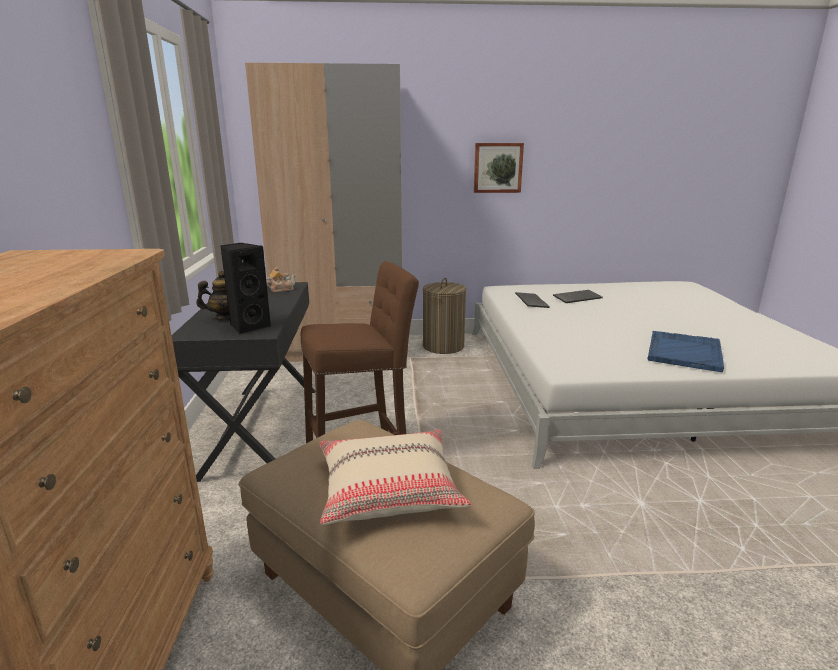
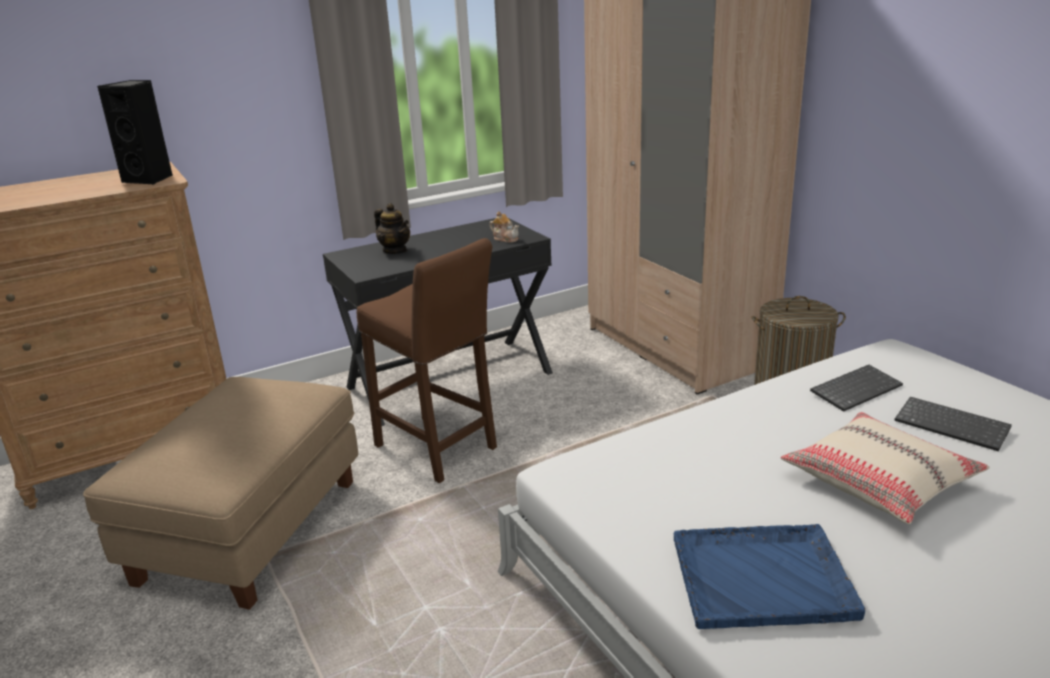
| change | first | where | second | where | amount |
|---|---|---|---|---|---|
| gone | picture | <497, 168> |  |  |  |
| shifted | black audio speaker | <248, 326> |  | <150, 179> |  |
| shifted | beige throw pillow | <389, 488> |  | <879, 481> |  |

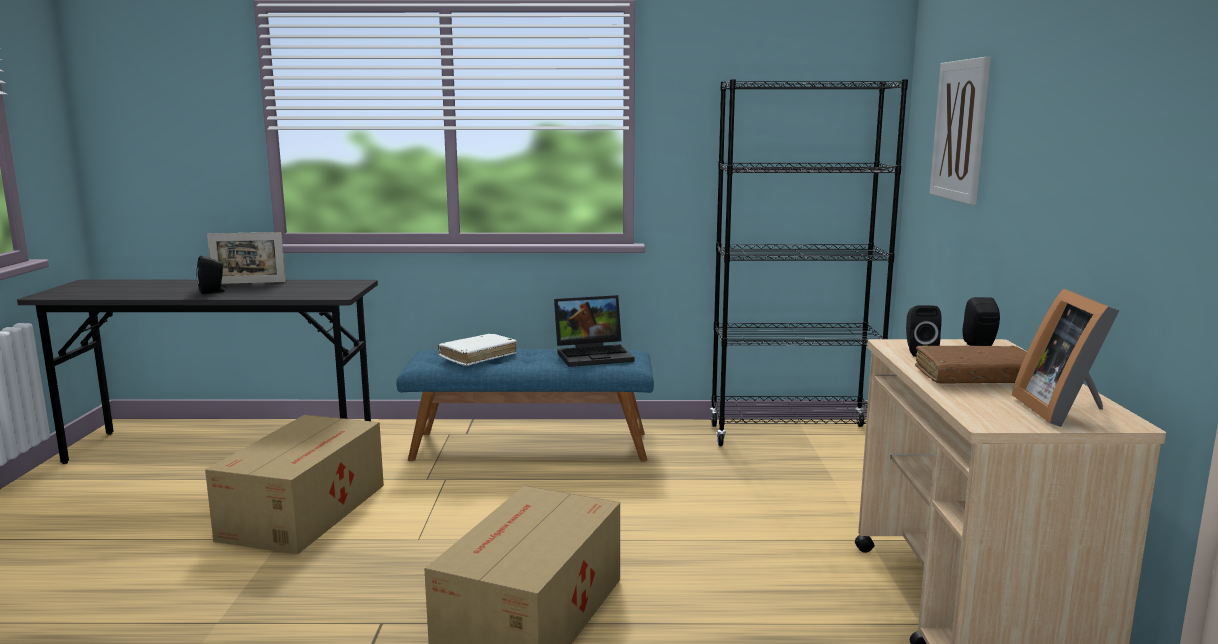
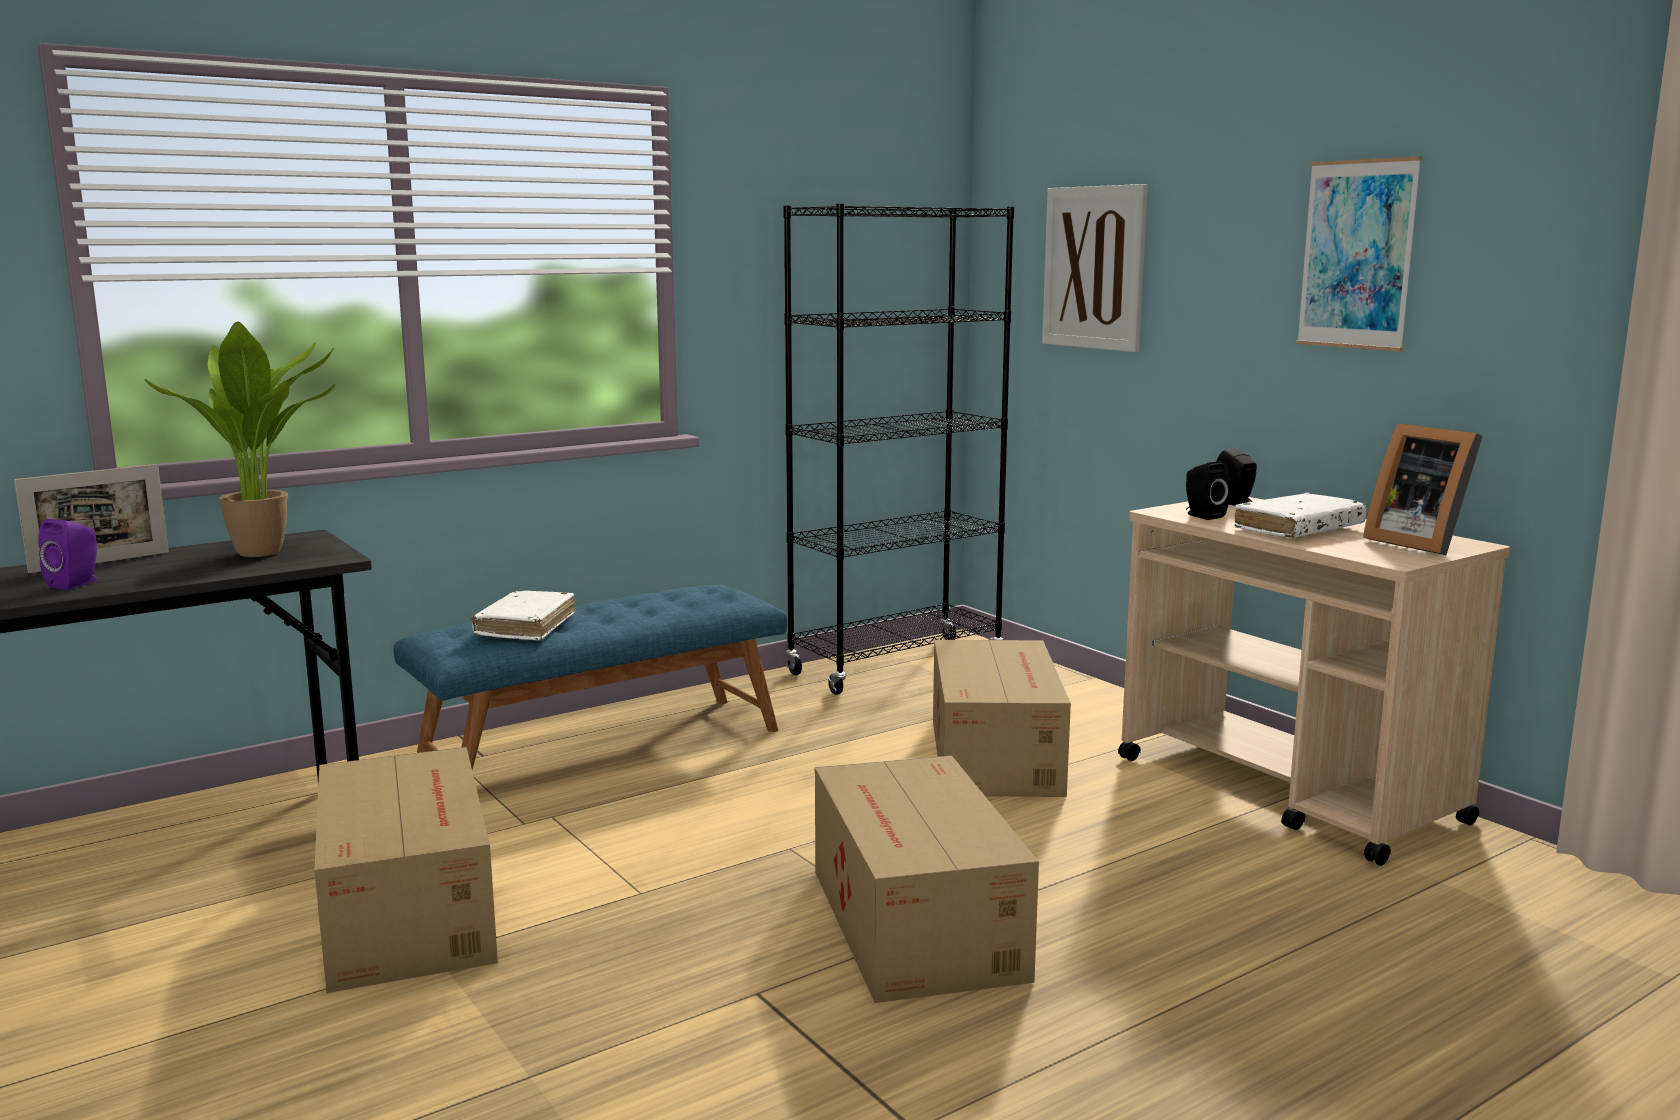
| change | first | where | second | where | amount |
|---|---|---|---|---|---|
| gone | notebook computer | <595, 355> |  |  |  |
| new |  |  | plant in a pot | <268, 553> |  |
| new |  |  | packing box | <996, 755> |  |
| new |  |  | picture | <1357, 255> |  |
| repainted | black audio speaker | <213, 292> | purple-coloured audio speaker | <77, 583> |  |
| repainted | brown-coloured volume | <976, 377> | white volume | <1298, 529> |  |

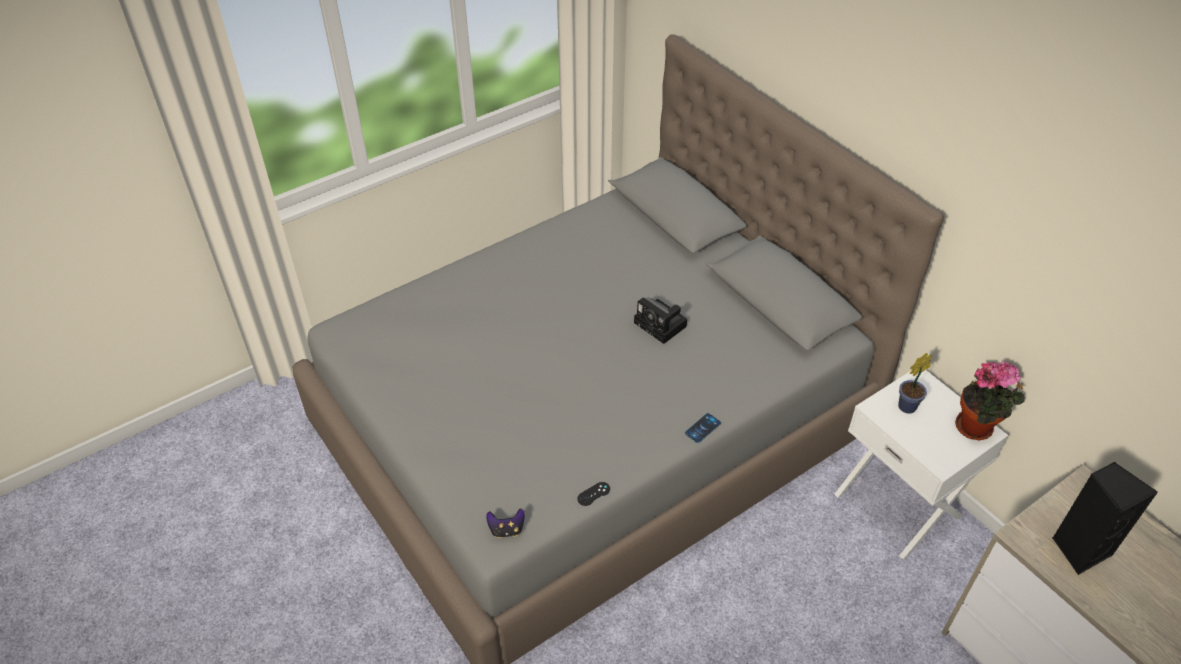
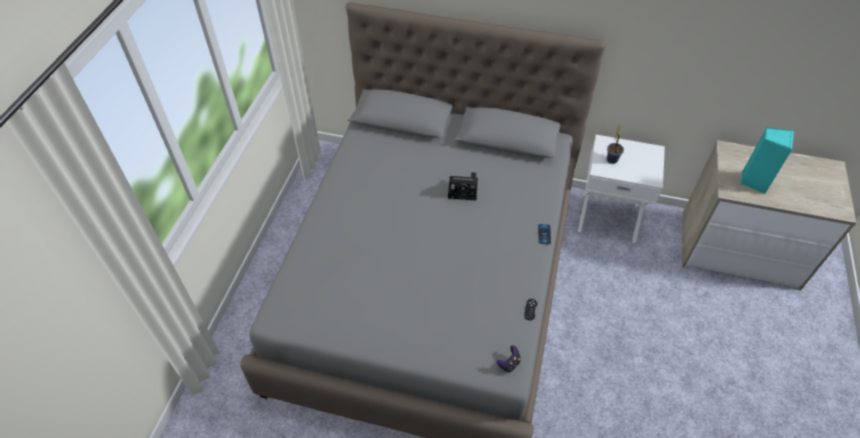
| change | first | where | second | where | amount |
|---|---|---|---|---|---|
| gone | plant in a pot | <977, 428> |  |  |  |
| repainted | black audio speaker | <1079, 549> | turquoise audio speaker | <753, 181> |  |

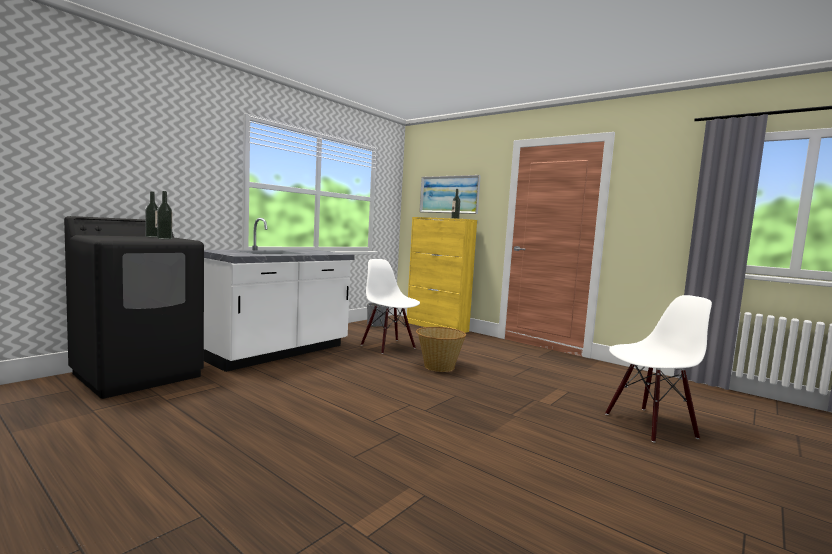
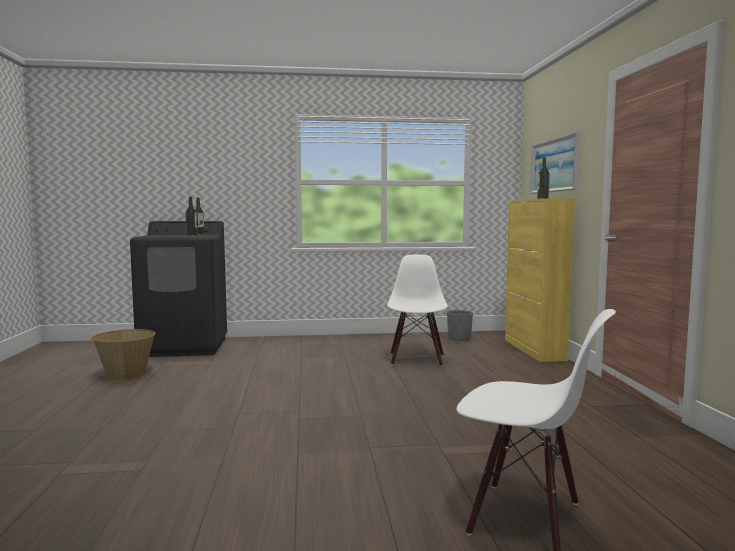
| change | first | where | second | where | amount |
|---|---|---|---|---|---|
| gone | white kitchen counter | <277, 352> |  |  |  |
| shifted | basket | <438, 367> |  | <126, 375> |  |

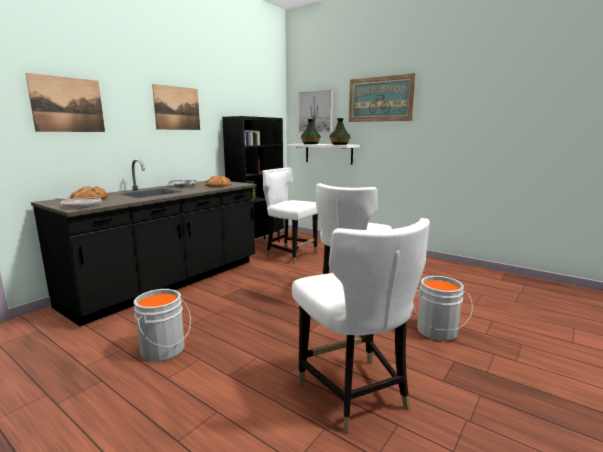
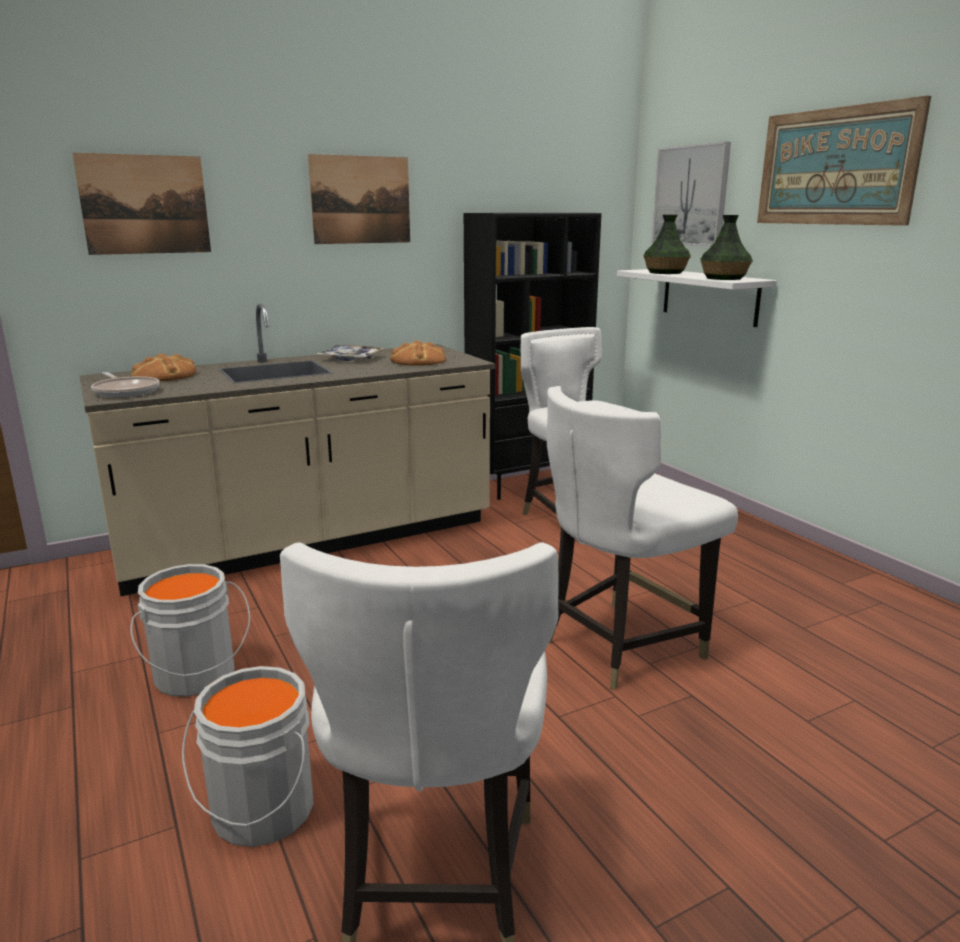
| change | first | where | second | where | amount |
|---|---|---|---|---|---|
| shifted | greyish water bucket | <437, 332> |  | <259, 812> |  |
| repainted | black kitchen counter | <169, 282> | beige kitchen counter | <308, 540> |  |

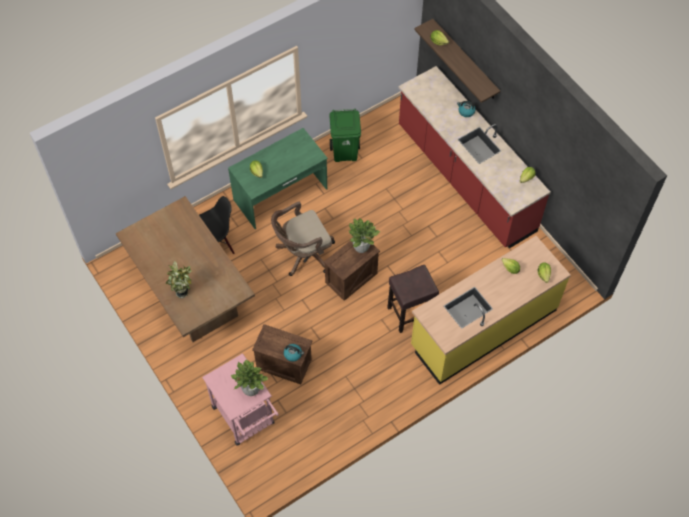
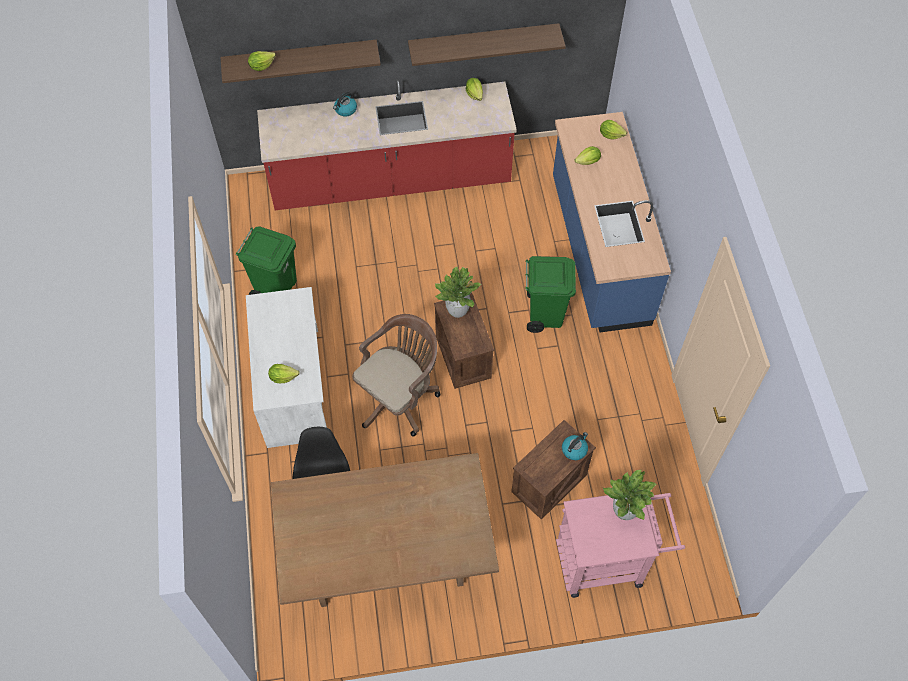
| change | first | where | second | where | amount |
|---|---|---|---|---|---|
| gone | plant in a pot | <183, 292> |  |  |  |
| new |  |  | wall shelf | <483, 41> |  |
| swapped | brown-coloured stool seat | <411, 313> | green-coloured rubbish bin | <544, 314> |  |
| repainted | green-coloured desk unit | <281, 195> | white desk unit | <294, 387> |  |
| repainted | yellow kitchen counter | <483, 327> | blue kitchen counter | <598, 250> |  |
| rotated | brown-coloured office chair | <303, 254> |  | <399, 397> | 135 degrees counterclockwise |

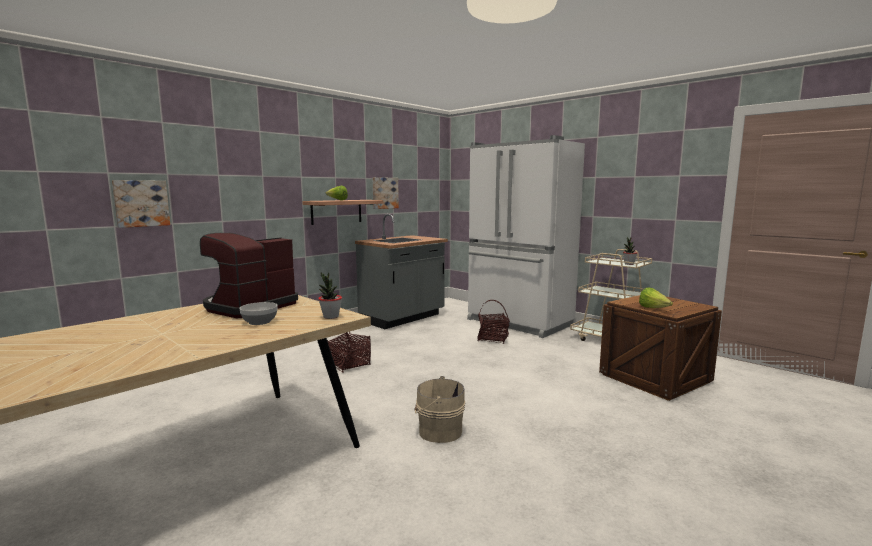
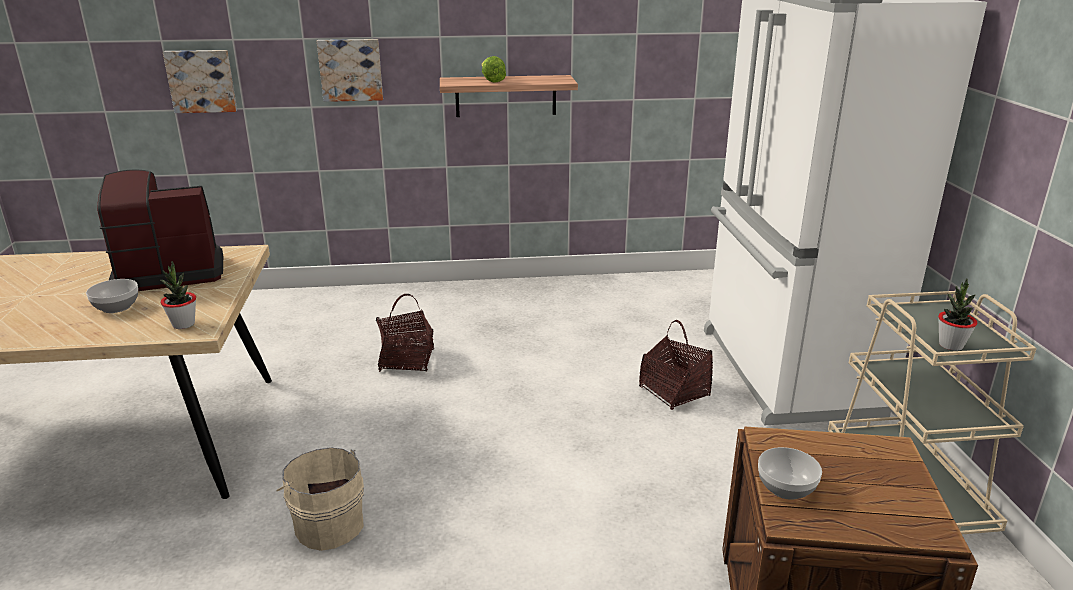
| change | first | where | second | where | amount |
|---|---|---|---|---|---|
| gone | greyish kitchen counter | <403, 318> |  |  |  |
| shifted | picture | <384, 193> |  | <351, 69> |  |
| swapped | lettuce | <653, 309> | deep dish | <786, 487> |  |

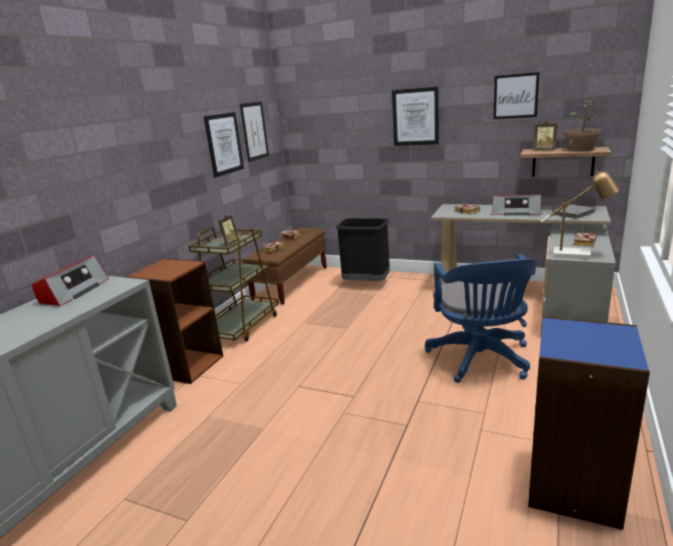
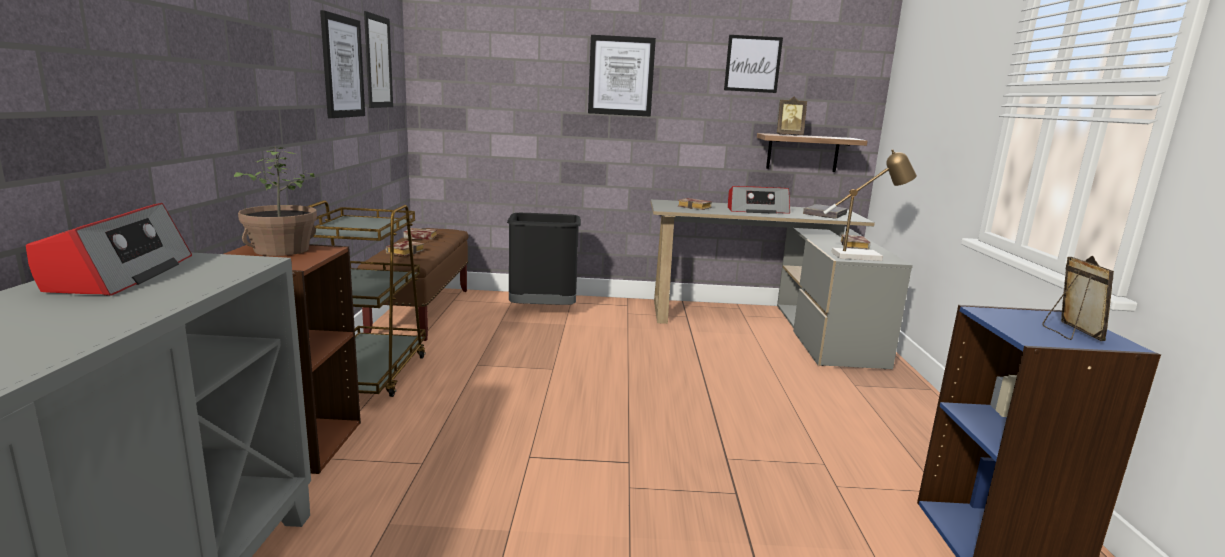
| change | first | where | second | where | amount |
|---|---|---|---|---|---|
| gone | blue office chair | <481, 360> |  |  |  |
| shifted | picture frame | <229, 244> |  | <1069, 333> |  |
| shifted | plant in a pot | <580, 149> |  | <281, 249> |  |

